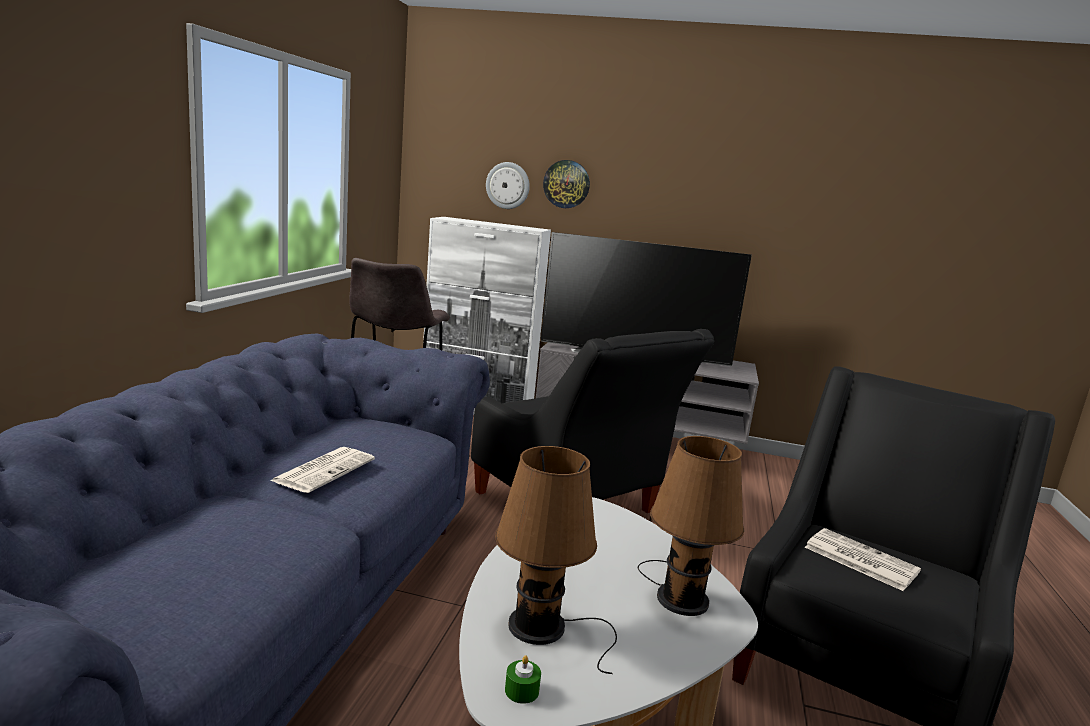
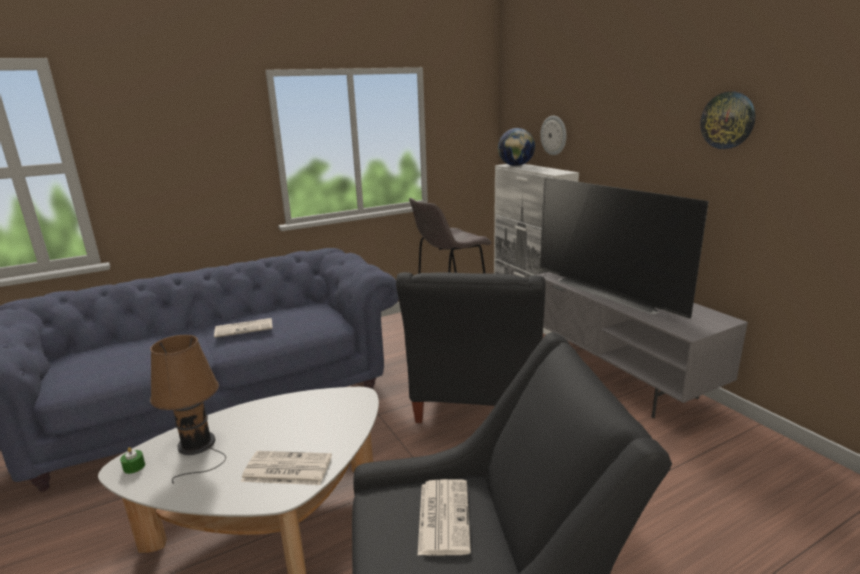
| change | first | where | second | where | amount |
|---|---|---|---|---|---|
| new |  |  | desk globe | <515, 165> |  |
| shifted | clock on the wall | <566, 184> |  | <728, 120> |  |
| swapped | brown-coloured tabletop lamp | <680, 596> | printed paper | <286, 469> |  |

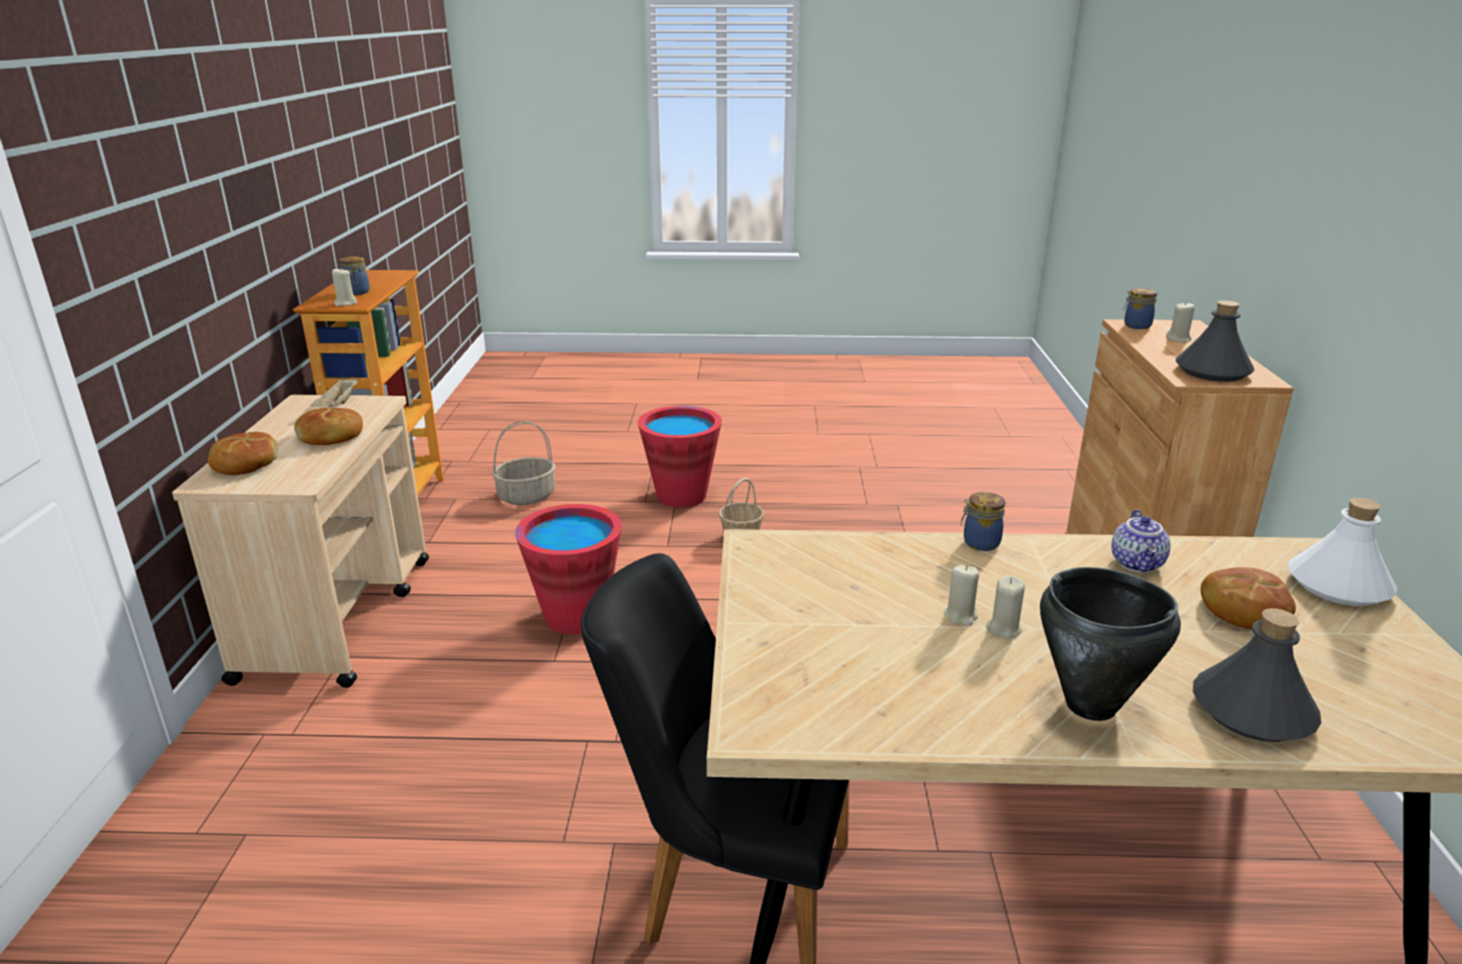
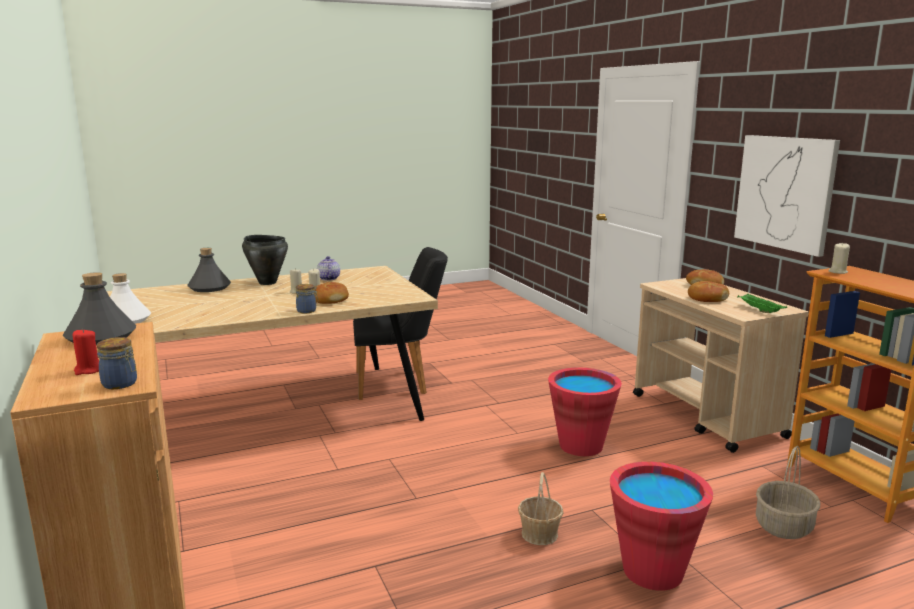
| change | first | where | second | where | amount |
|---|---|---|---|---|---|
| gone | jar | <357, 292> |  |  |  |
| new |  |  | picture | <785, 192> |  |
| shifted | tea pot | <1138, 564> |  | <328, 278> |  |
| shifted | bread | <1242, 610> |  | <330, 299> |  |
| repainted | beige serving tray | <338, 405> | green-coloured serving tray | <759, 310> |  |
| repainted | beige candle | <1178, 339> | red-coloured candle | <88, 370> |  |

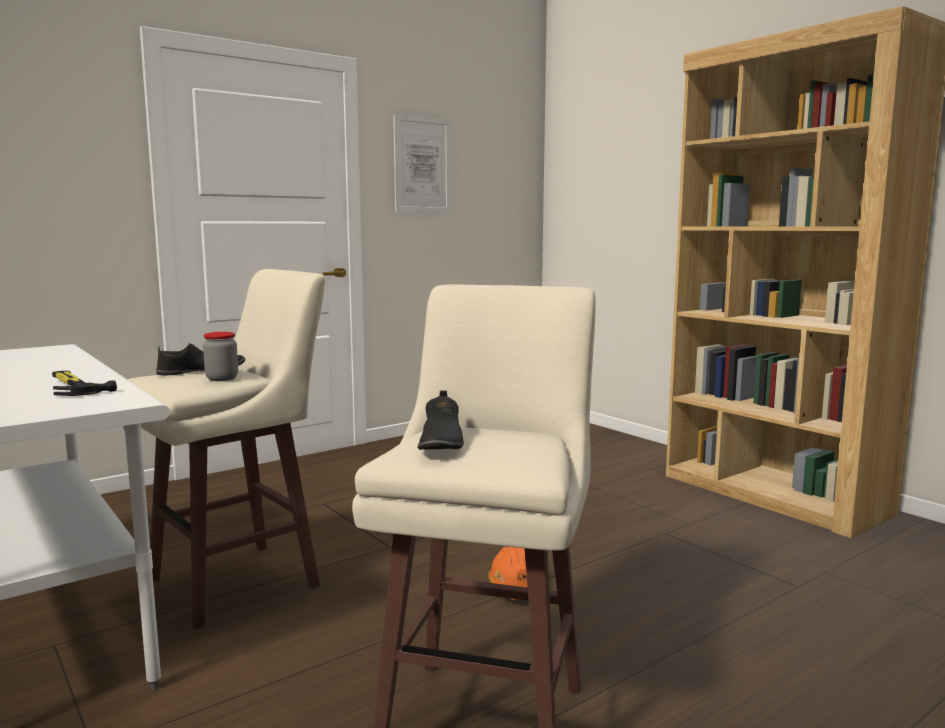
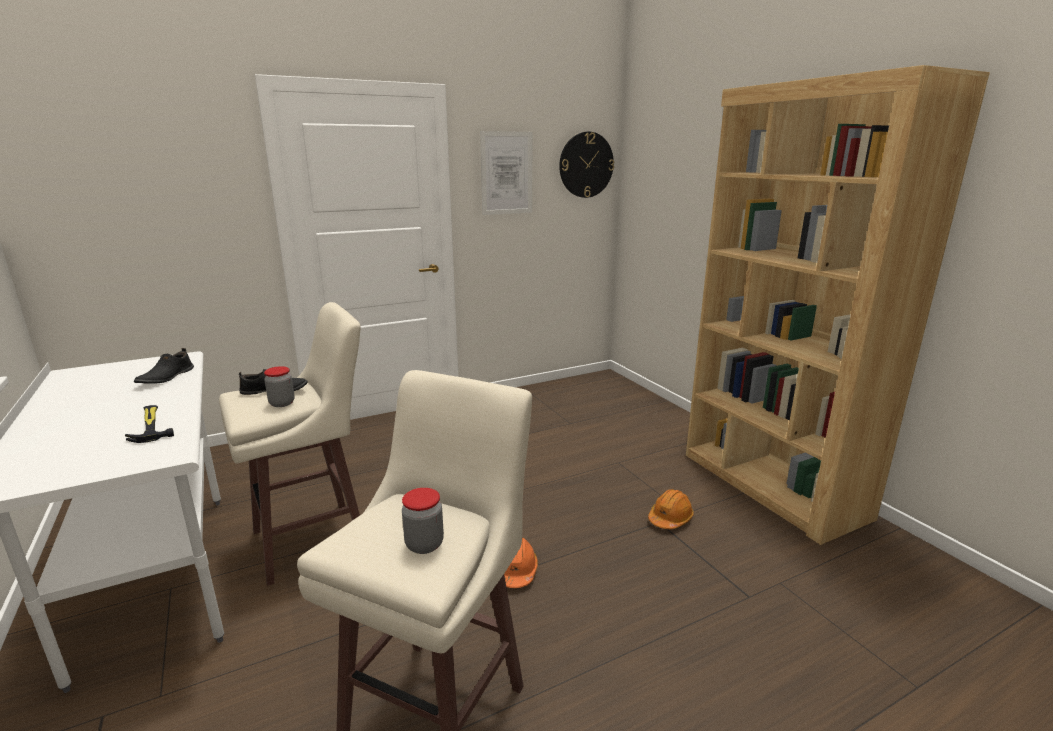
| change | first | where | second | where | amount |
|---|---|---|---|---|---|
| new |  |  | jar | <424, 544> |  |
| new |  |  | clock on the wall | <586, 165> |  |
| new |  |  | orange work helmet | <670, 518> |  |
| shifted | black low shoe | <440, 442> |  | <166, 377> |  |

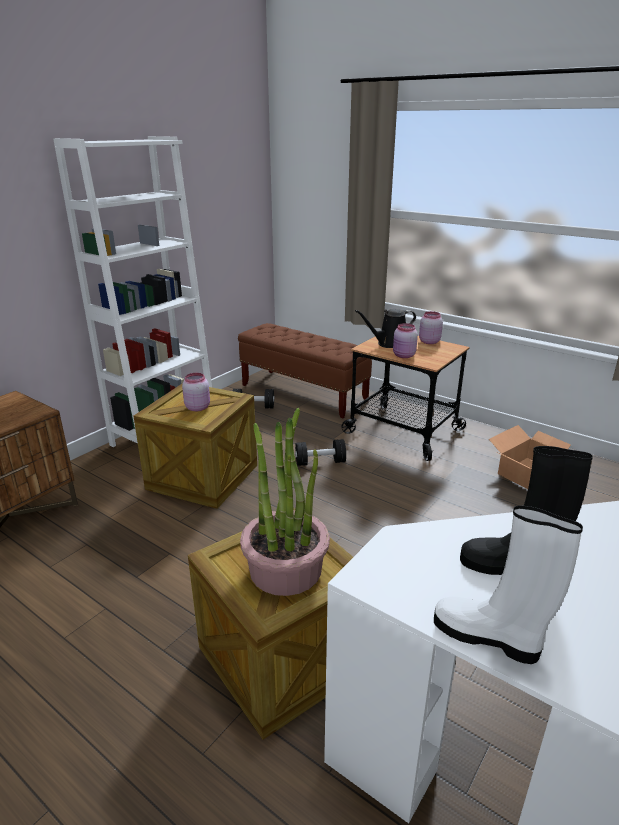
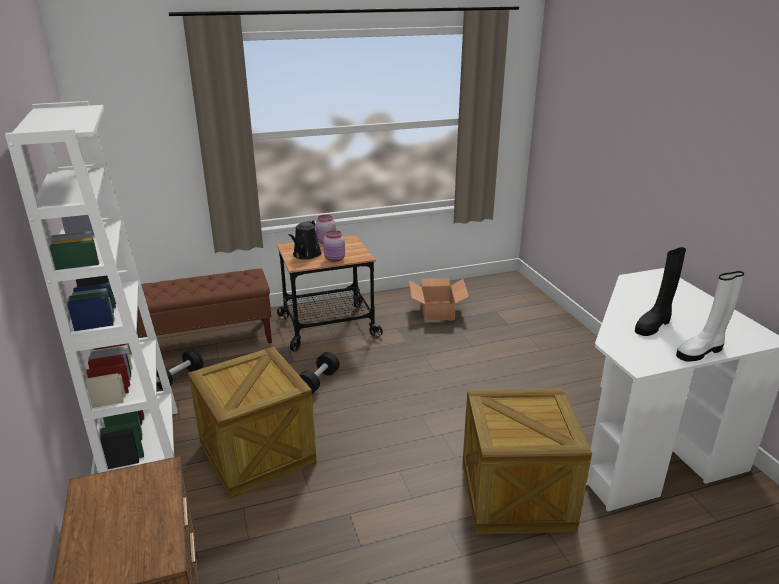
| change | first | where | second | where | amount |
|---|---|---|---|---|---|
| gone | pinkish jar | <197, 407> |  |  |  |
| gone | plant in a pot | <285, 568> |  |  |  |

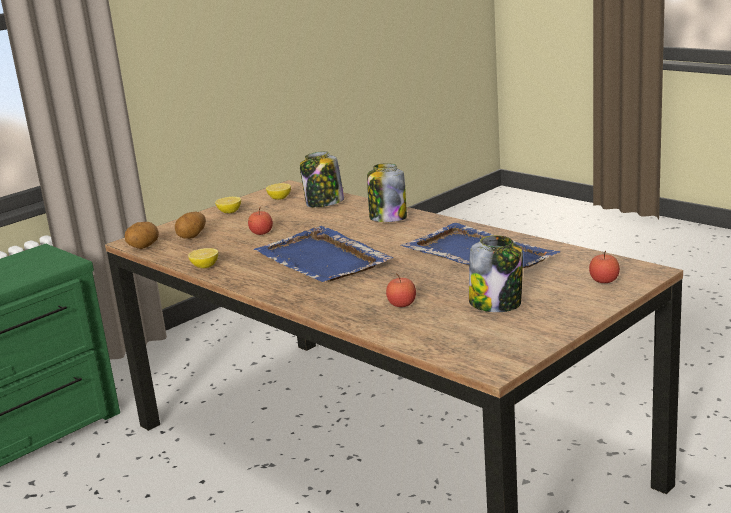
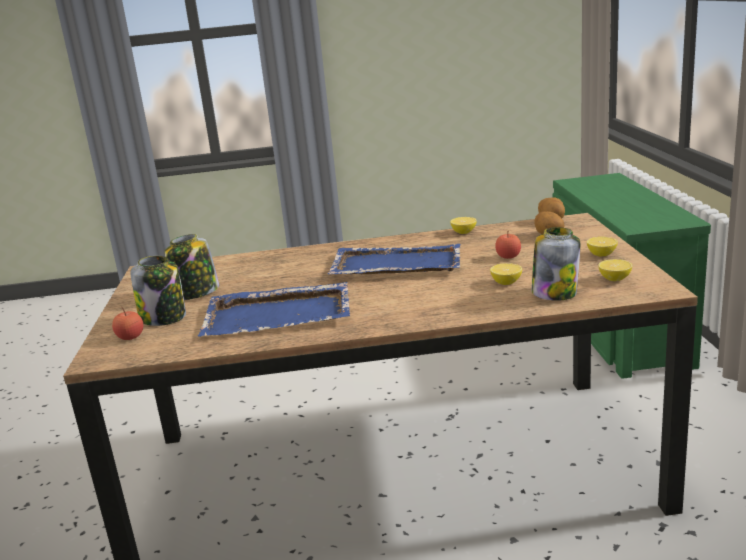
| change | first | where | second | where | amount |
|---|---|---|---|---|---|
| gone | apple | <402, 304> |  |  |  |
| new |  |  | citrus fruit | <506, 283> |  |
| shifted | jar | <387, 218> |  | <164, 317> |  |

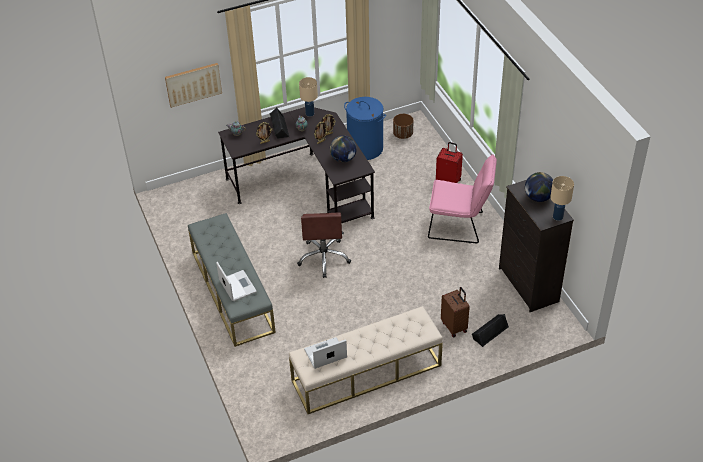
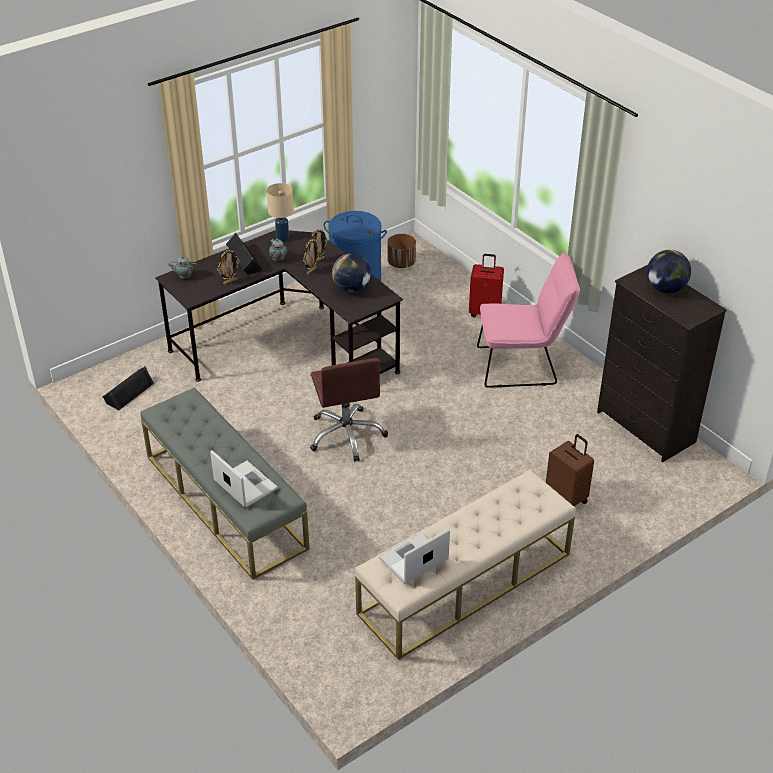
| change | first | where | second | where | amount |
|---|---|---|---|---|---|
| gone | picture | <193, 84> |  |  |  |
| gone | beige tabletop lamp | <557, 217> |  |  |  |
| shifted | black audio speaker | <489, 332> |  | <128, 392> |  |

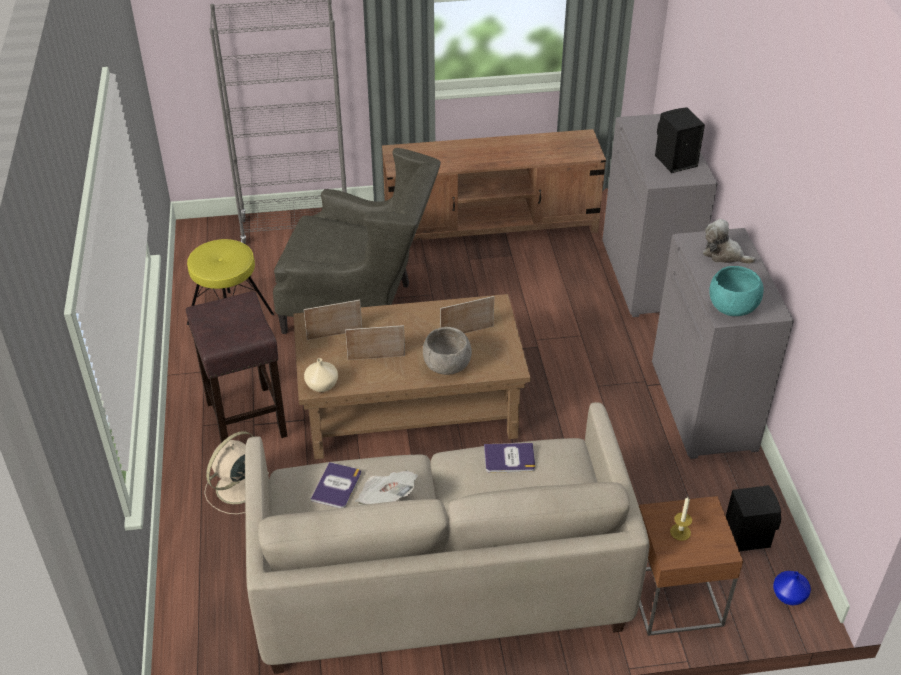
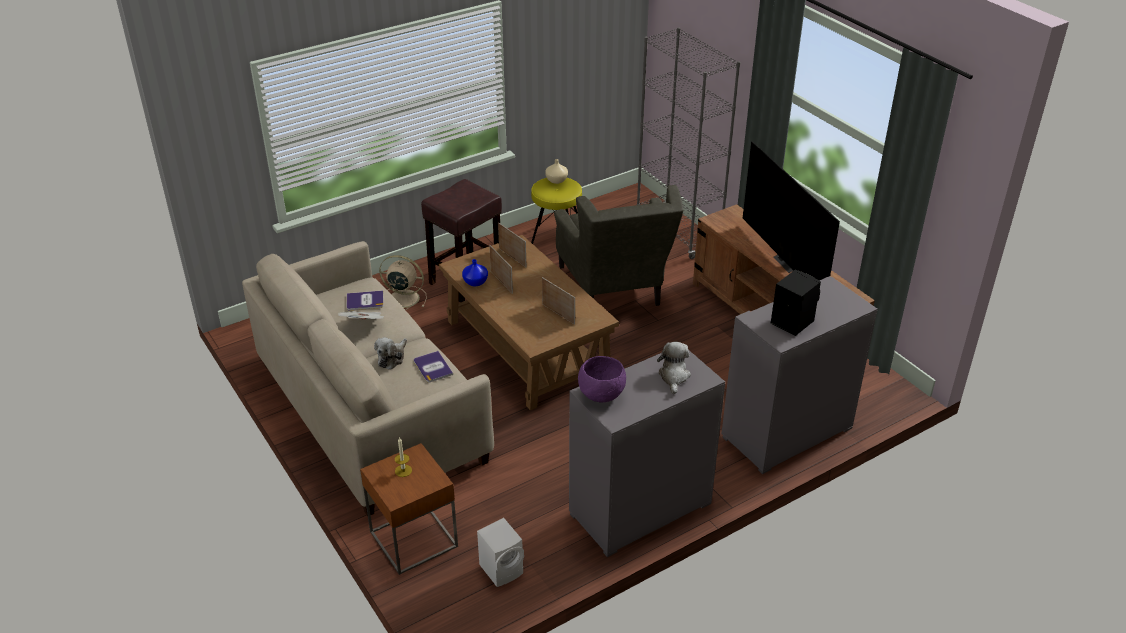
| change | first | where | second | where | amount |
|---|---|---|---|---|---|
| gone | greyish deep dish | <446, 366> |  |  |  |
| new |  |  | plush toy | <392, 358> |  |
| new |  |  | TV set | <789, 262> |  |
| shifted | beige decorative vase | <322, 385> |  | <556, 180> |  |
| shifted | blue decorative vase | <789, 596> |  | <475, 282> |  |
| repainted | turquoise deep dish | <732, 308> | purple-coloured deep dish | <602, 395> |  |
| repainted | black audio speaker | <746, 535> | white audio speaker | <503, 569> |  |

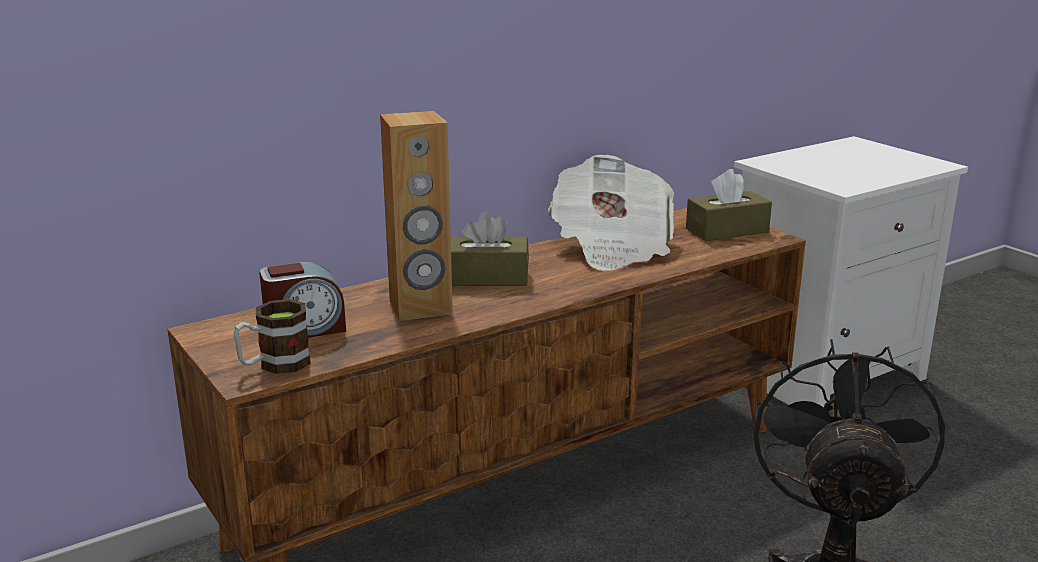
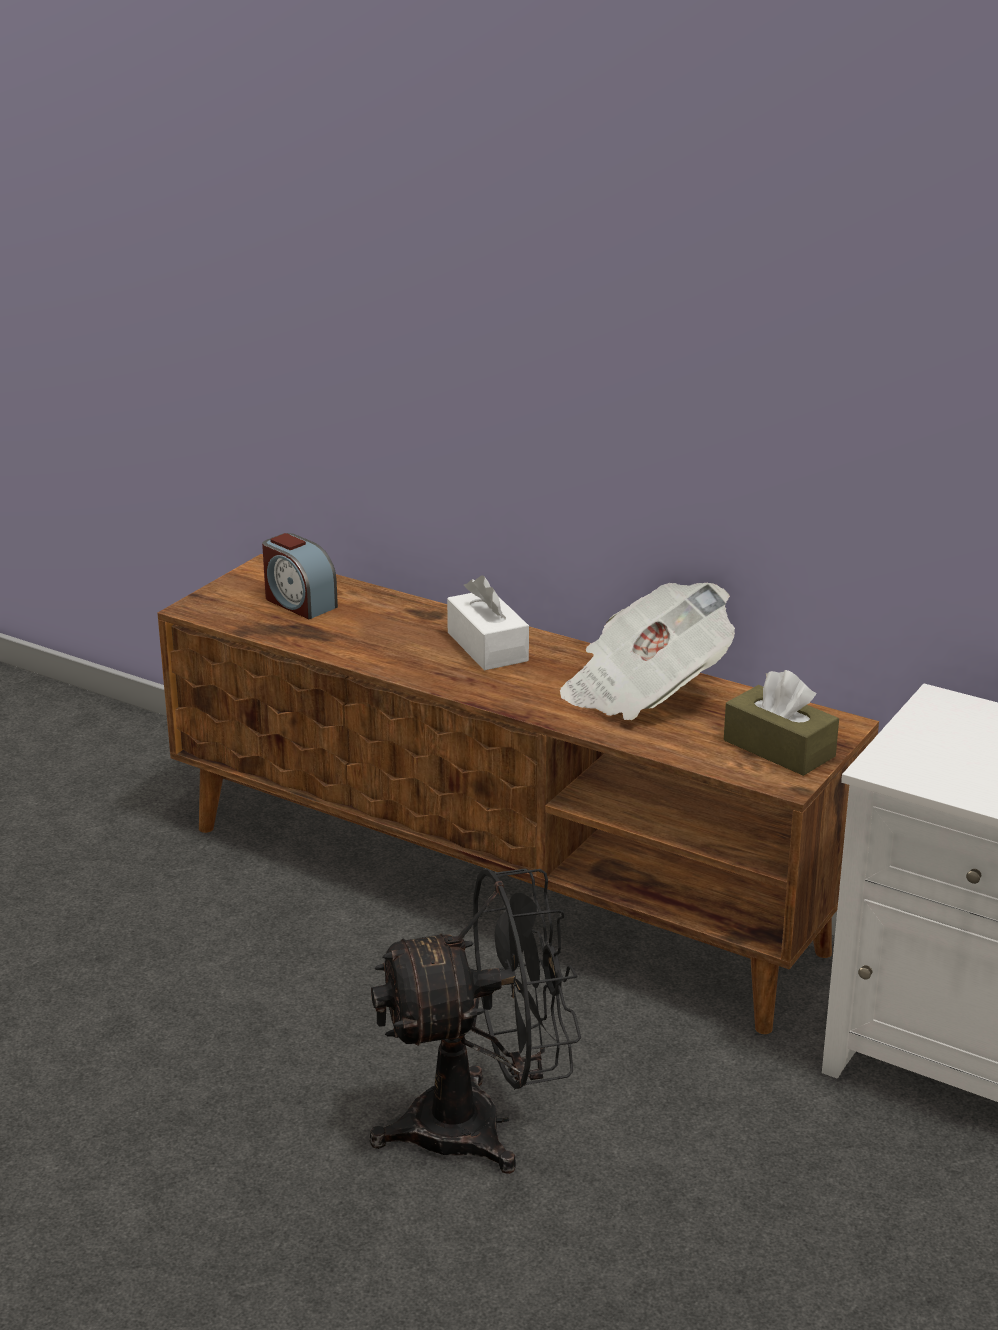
| change | first | where | second | where | amount |
|---|---|---|---|---|---|
| gone | tea mug | <274, 365> |  |  |  |
| gone | brown-coloured audio speaker | <421, 308> |  |  |  |
| repainted | brown-coloured tissue box | <486, 277> | white tissue box | <487, 647> |  |

